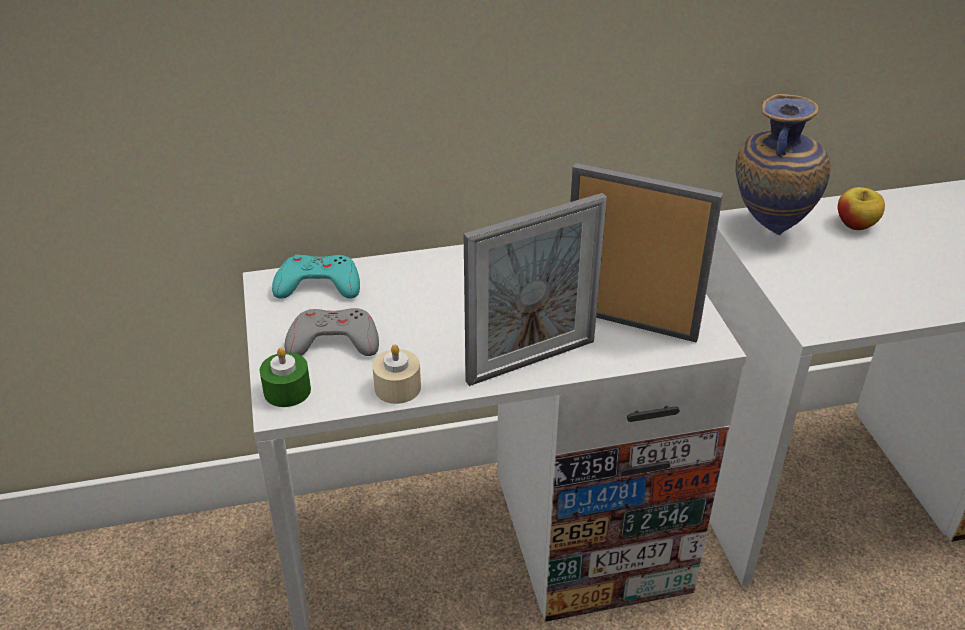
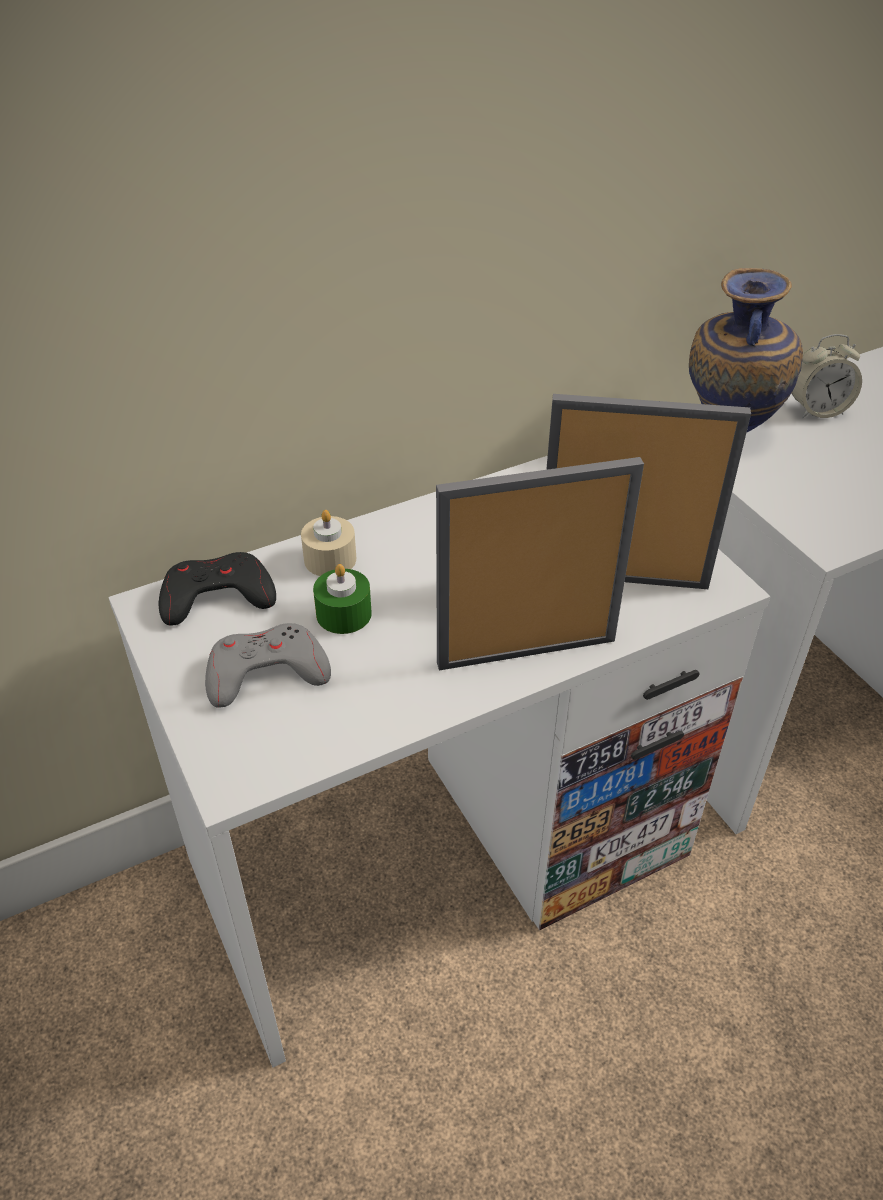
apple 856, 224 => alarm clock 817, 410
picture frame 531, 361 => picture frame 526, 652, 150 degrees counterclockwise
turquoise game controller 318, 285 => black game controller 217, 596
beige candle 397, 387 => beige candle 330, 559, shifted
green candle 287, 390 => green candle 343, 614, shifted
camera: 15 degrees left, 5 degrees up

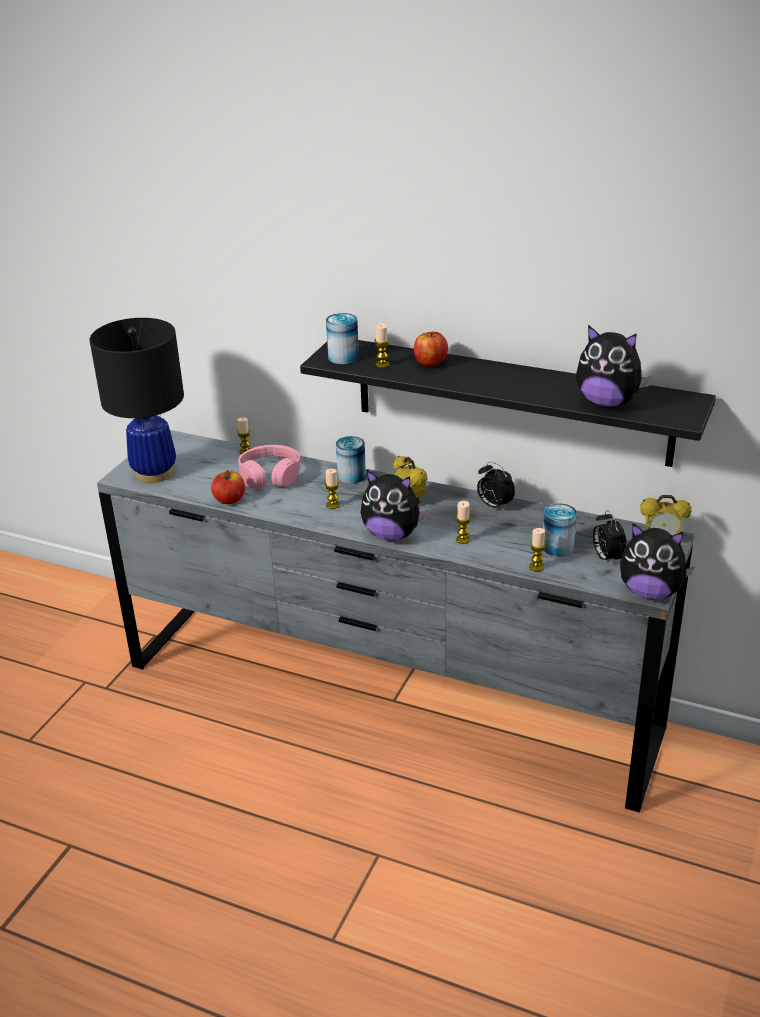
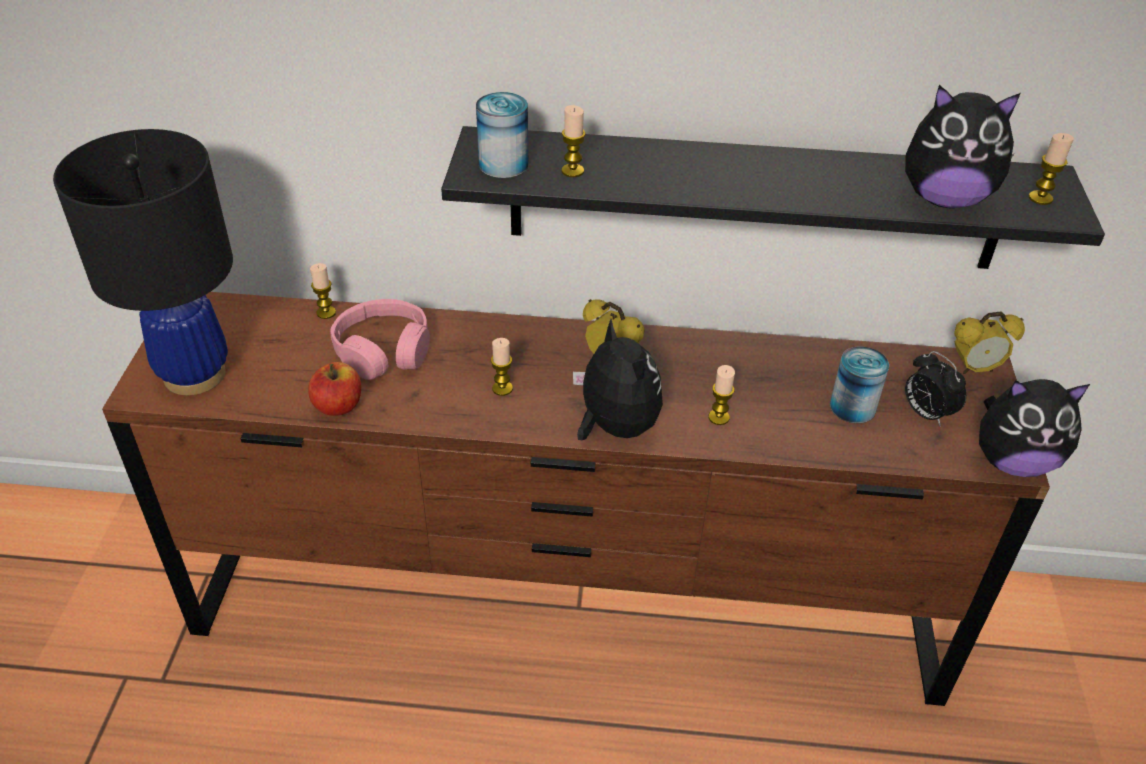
apple 430, 363 => nothing
grey dresser 386, 697 => brown dresser 567, 604
can 351, 476 => nothing
alarm clock 494, 505 => nothing
plush toy 392, 534 => plush toy 614, 427, 120 degrees counterclockwise
candle 536, 567 => candle 1040, 198, shifted
camera: 20 degrees left, 10 degrees up

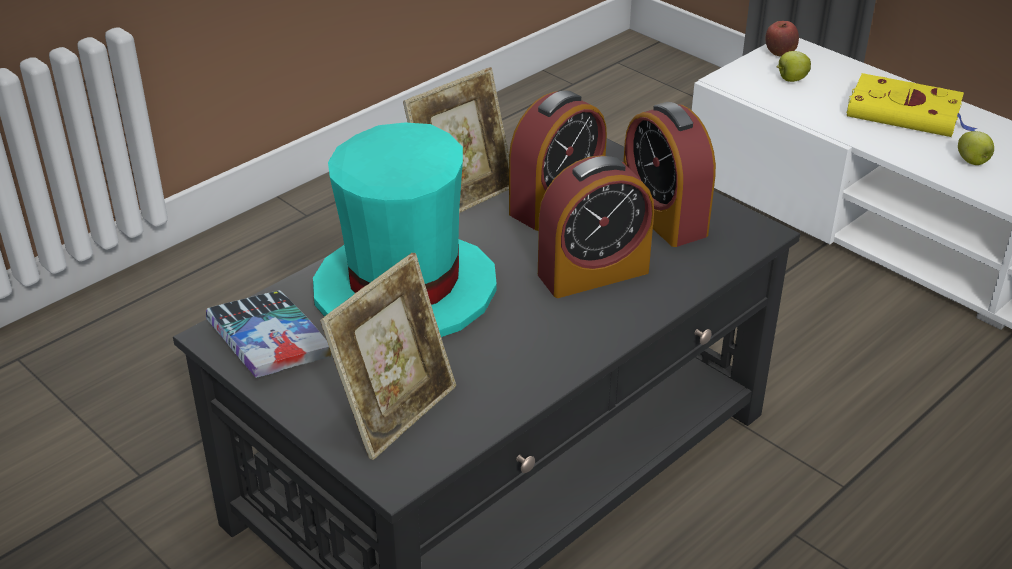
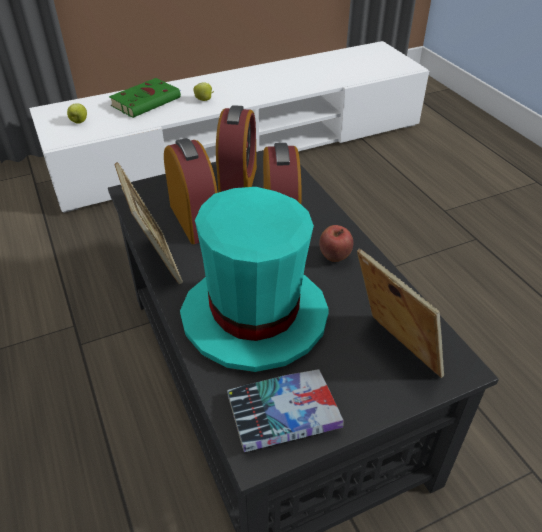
apple 779, 54 => apple 334, 257, shifted
yellow book 907, 113 => green book 147, 101
alarm clock 663, 216 => alarm clock 238, 183, 75 degrees counterclockwise
camera: 70 degrees left, 5 degrees up

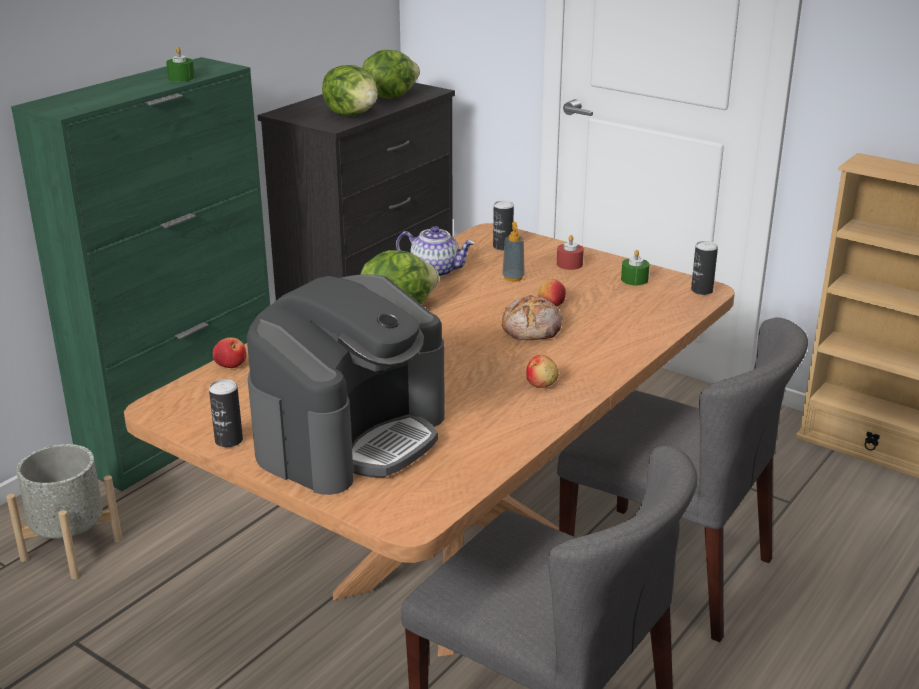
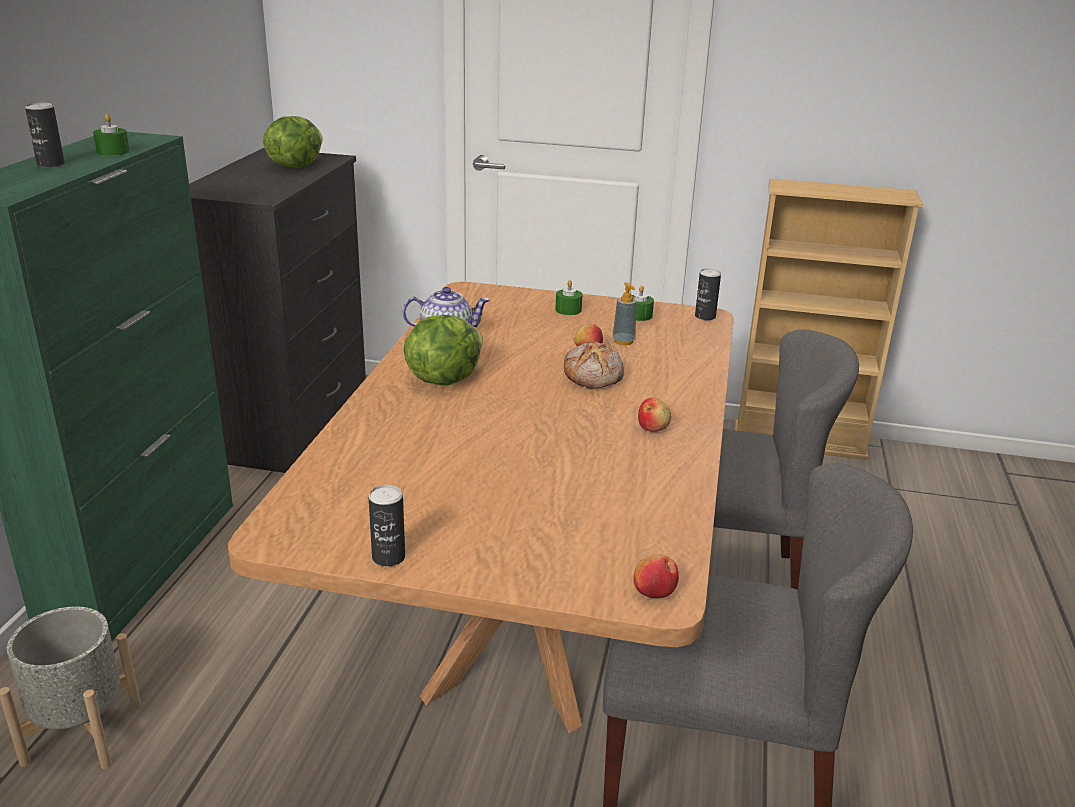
lettuce 352, 114 => nothing
can 502, 247 => can 51, 164, shifted
soap dispenser 513, 278 => soap dispenser 623, 341, shifted
red candle 569, 264 => green candle 568, 310
coffee machine 351, 435 => nothing
apple 231, 364 => apple 654, 591, shifted
camera: 25 degrees left, 0 degrees up

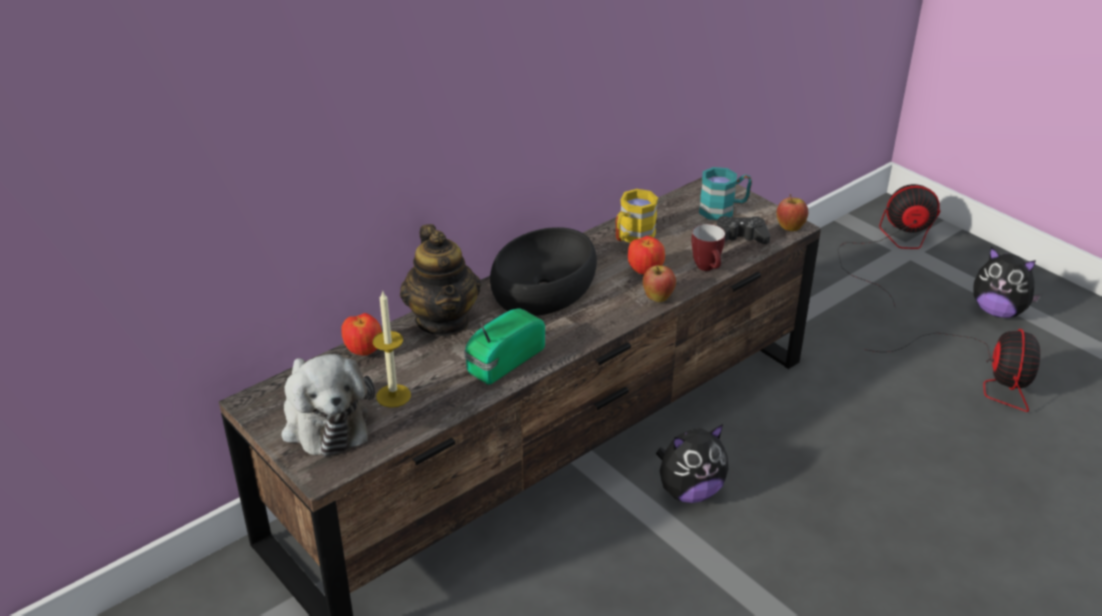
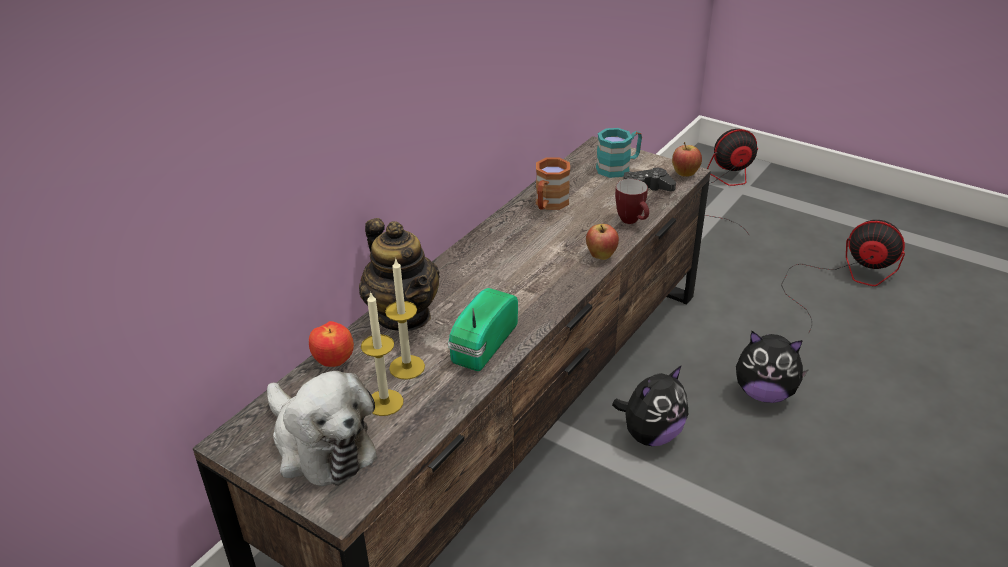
yellow mug 632, 237 => brown mug 549, 204
black bowl 544, 287 => nothing
apple 645, 271 => nothing
plush toy 998, 311 => plush toy 764, 393, shifted
fan 980, 375 => fan 844, 280, 60 degrees counterclockwise
nothing => candle 407, 367
camera: 15 degrees left, 0 degrees up

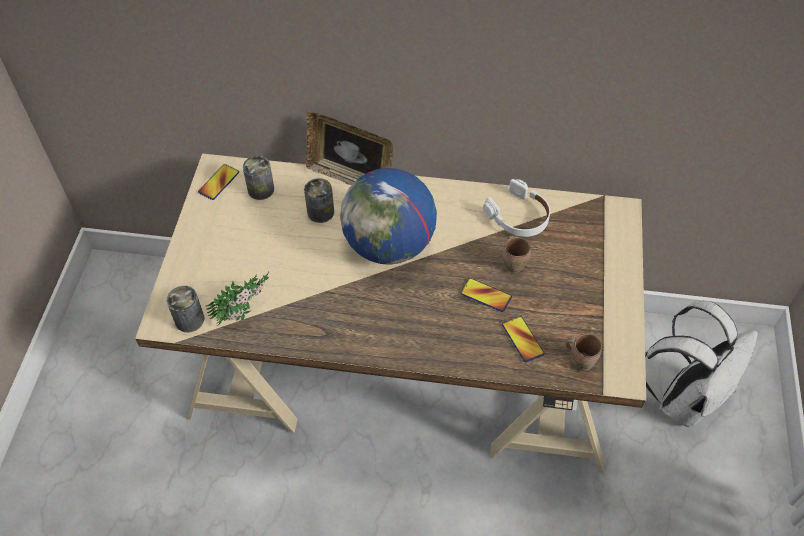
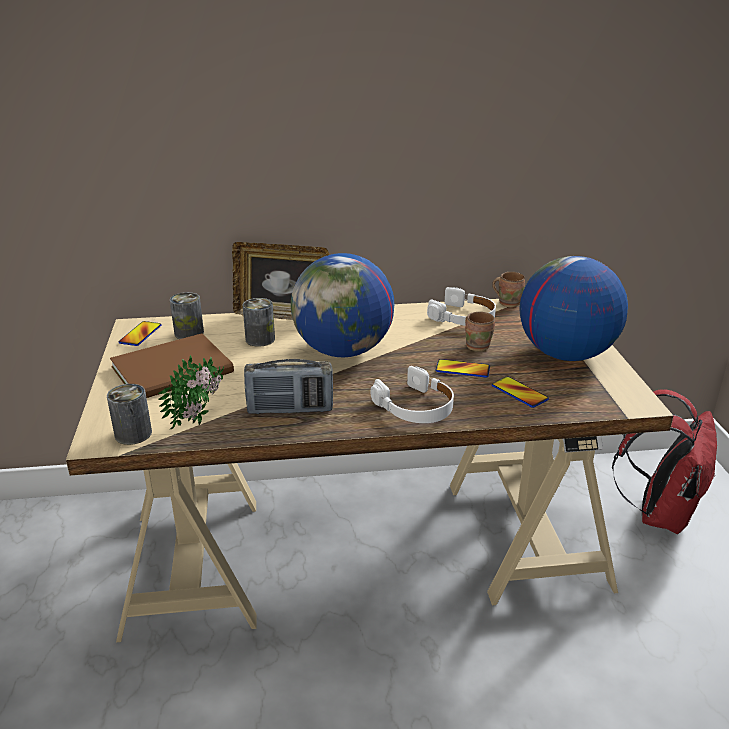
white backpack 684, 397 => red backpack 659, 513
brown mug 580, 360 => brown mug 508, 302, shifted
nothing => globe 565, 354
nothing => brown book 176, 370
nothing => radio 290, 409
nothing => white headphones 415, 407
camera: 15 degrees left, 25 degrees down

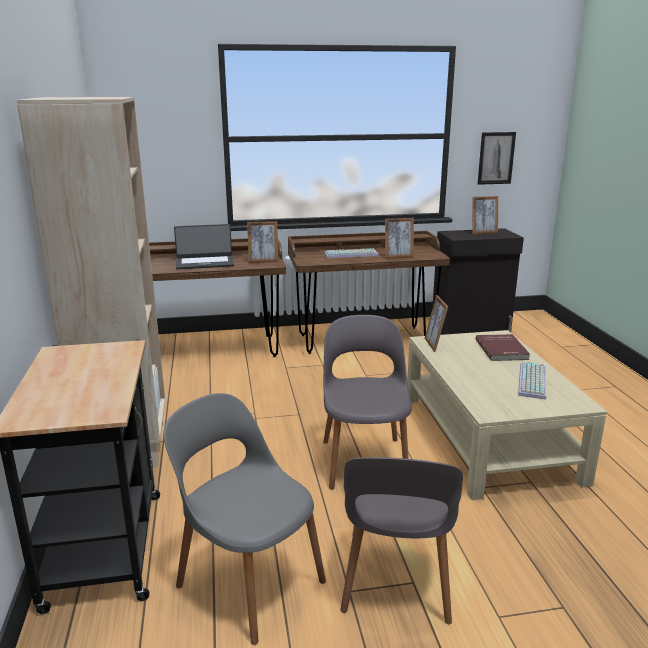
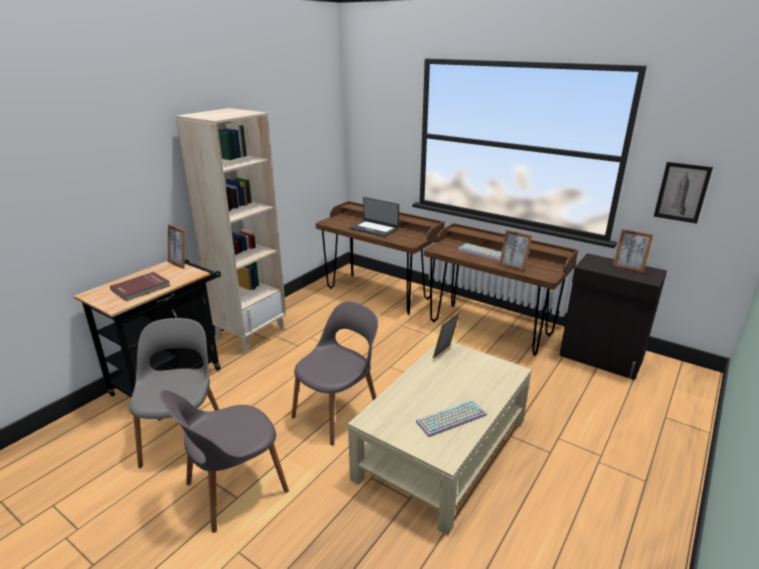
picture frame 263, 261 => picture frame 179, 264, shifted
red book 502, 349 => red book 141, 288, shifted
camera: 45 degrees right, 5 degrees up

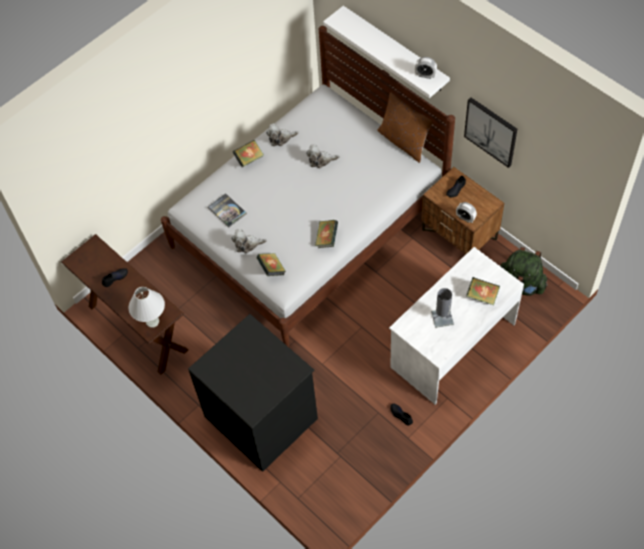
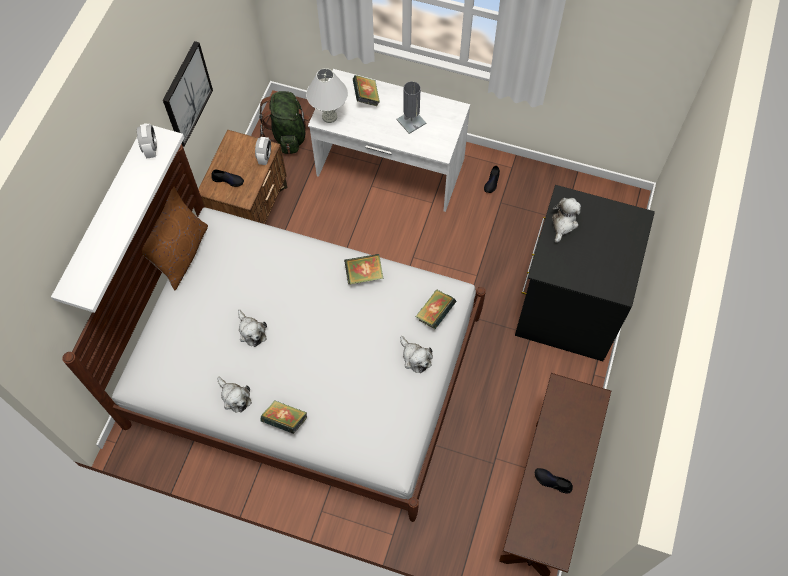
book 227, 210 => nothing
white table lamp 152, 321 => white table lamp 329, 117, shifted
nothing => plush toy 563, 224
camera: 120 degrees left, 5 degrees up

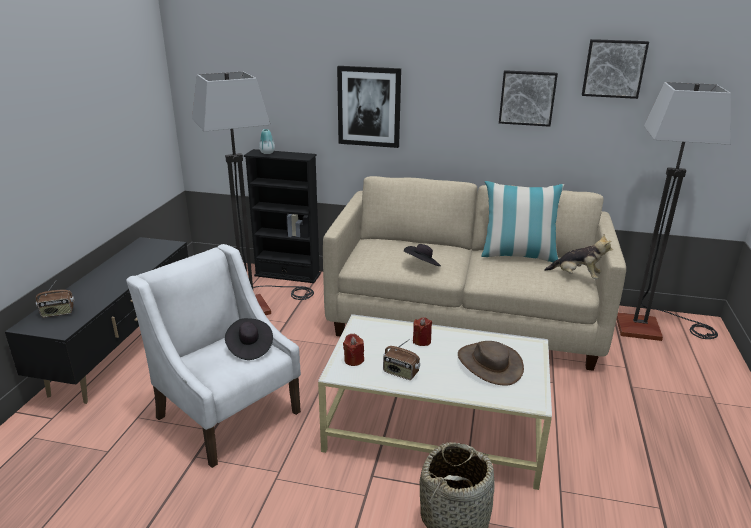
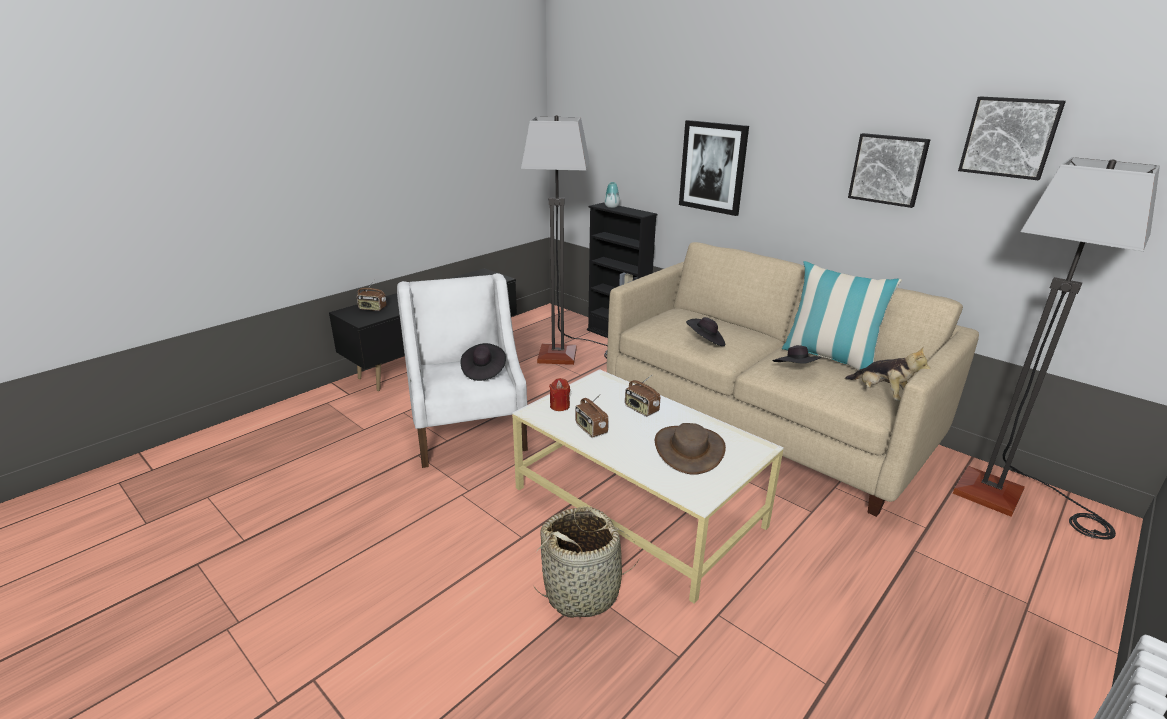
red candle 421, 341 => radio 641, 409
nothing => black hat 795, 370
camera: 30 degrees right, 0 degrees up

